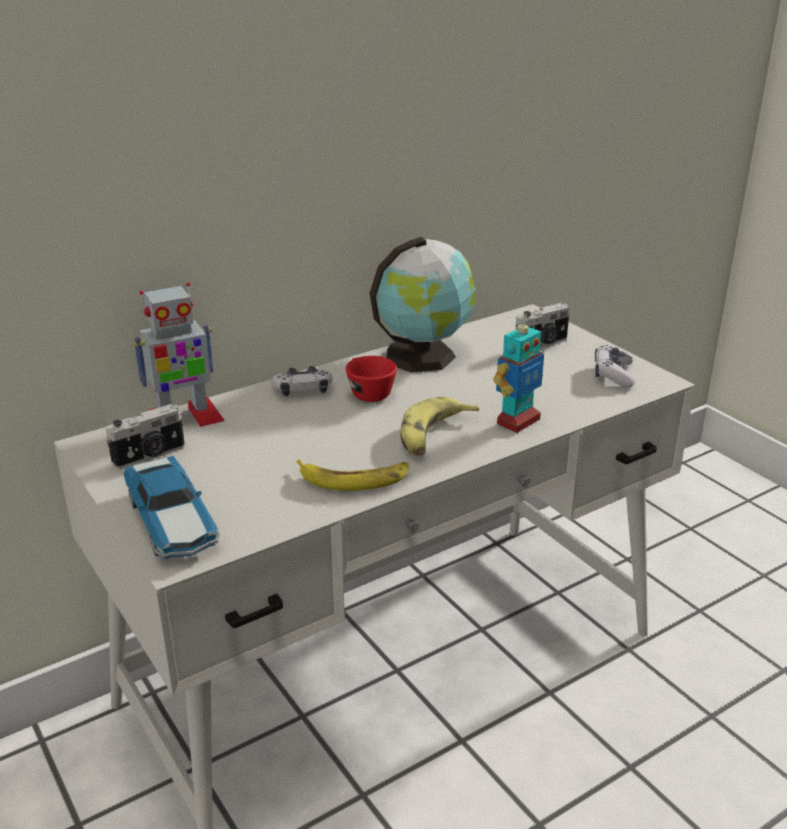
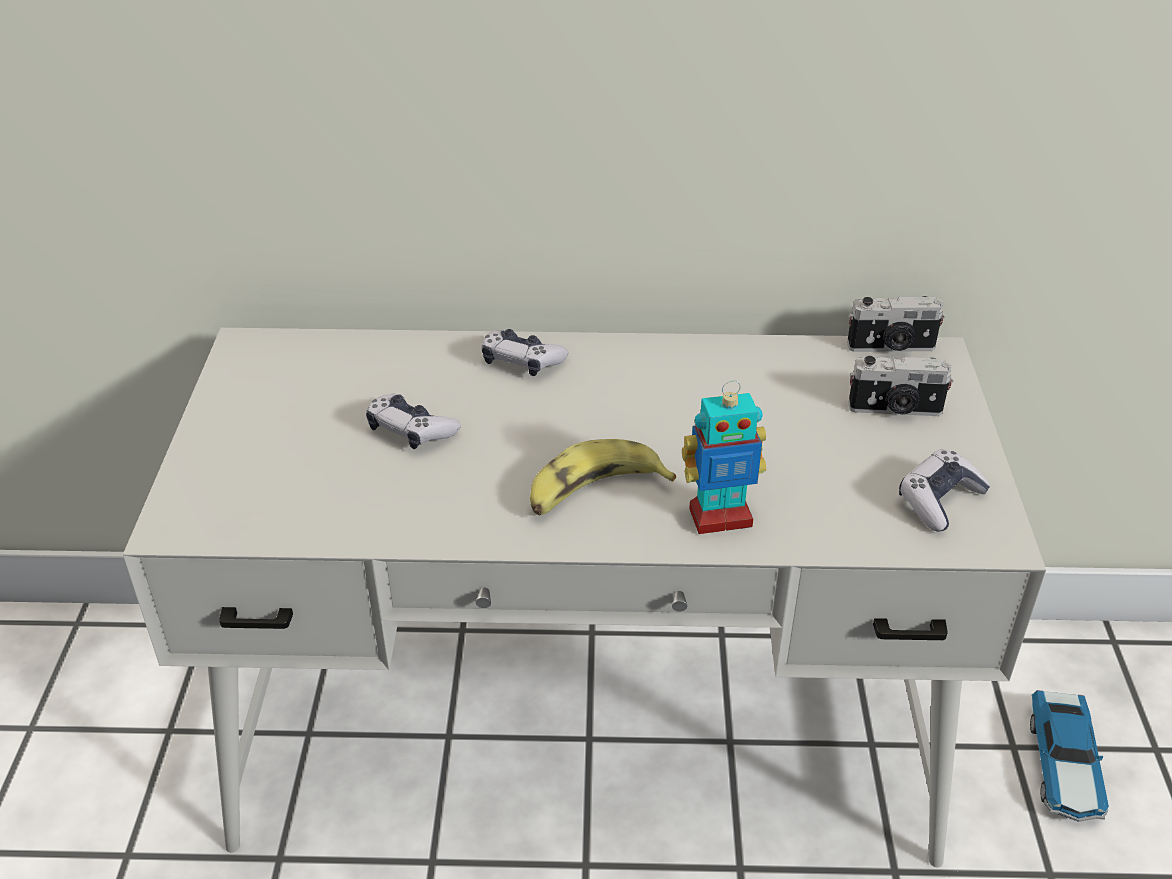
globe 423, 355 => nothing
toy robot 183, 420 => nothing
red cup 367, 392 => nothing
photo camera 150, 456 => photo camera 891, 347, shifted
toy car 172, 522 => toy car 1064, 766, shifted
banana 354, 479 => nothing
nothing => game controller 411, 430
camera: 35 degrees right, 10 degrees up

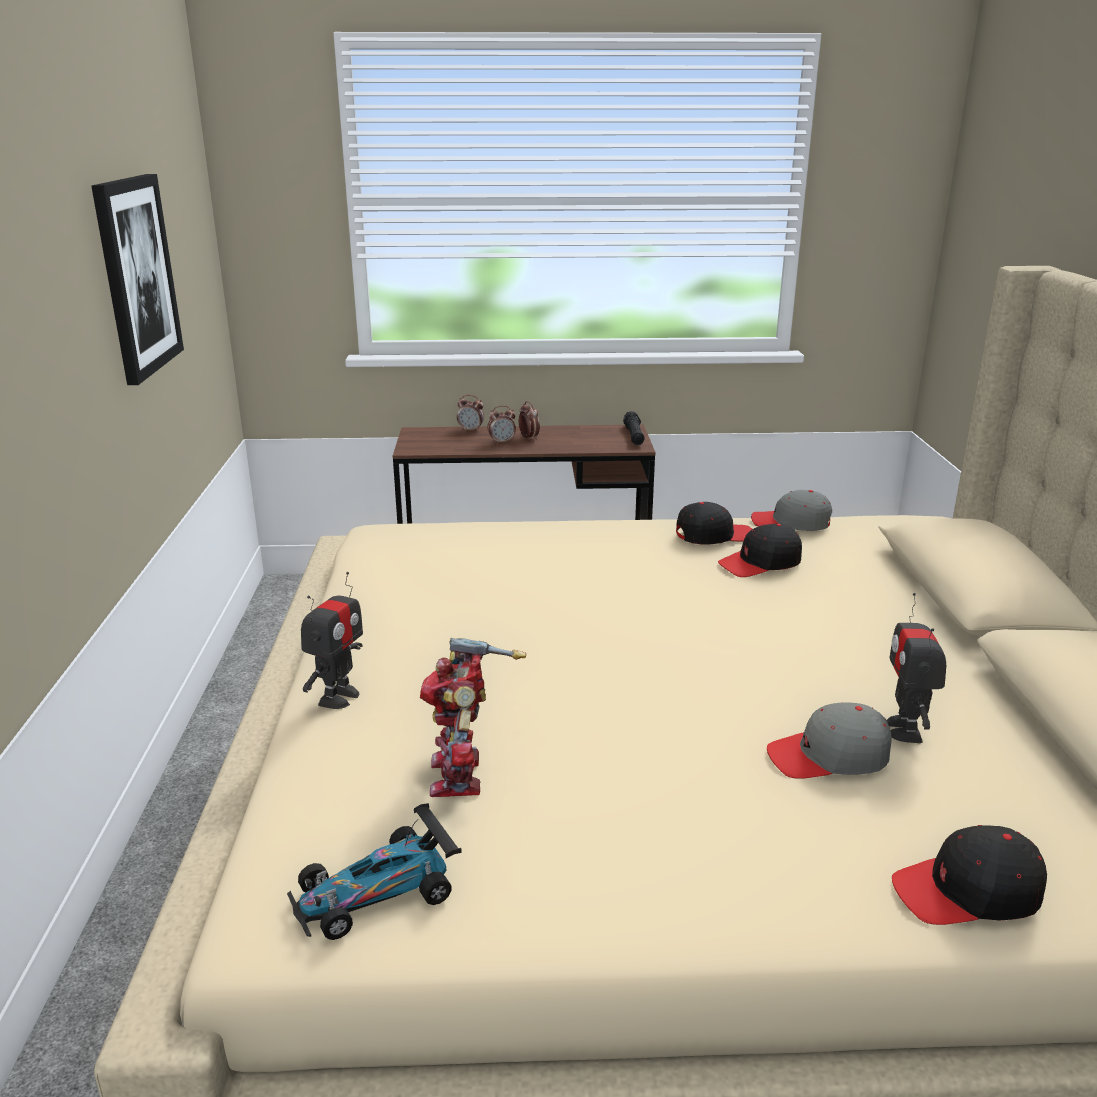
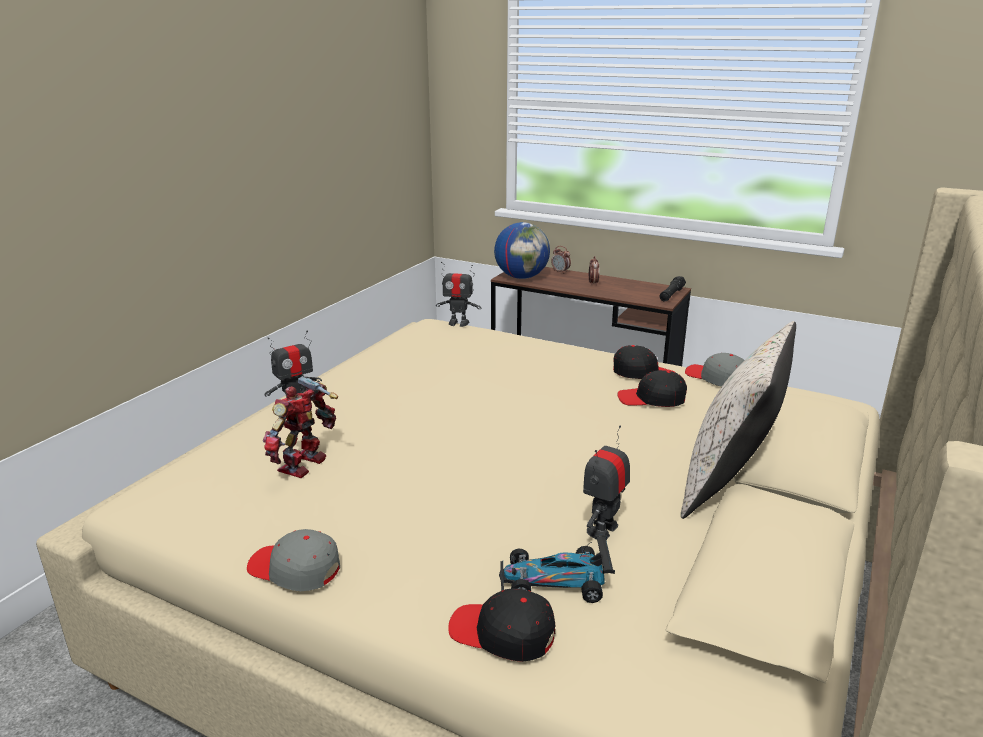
picture 137, 276 => nothing
alarm clock 502, 442 => nothing
grey cap 829, 757 => grey cap 295, 569, shifted
toy car 377, 892 => toy car 556, 581, shifted
nothing => globe 521, 277
nothing => toy robot 458, 323
nothing => beige pillow 730, 481
camera: 30 degrees right, 0 degrees up

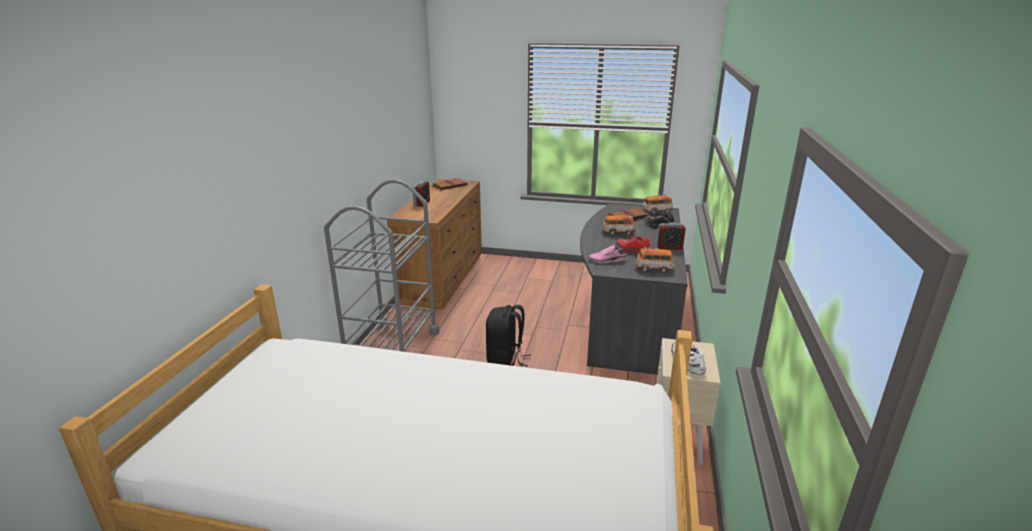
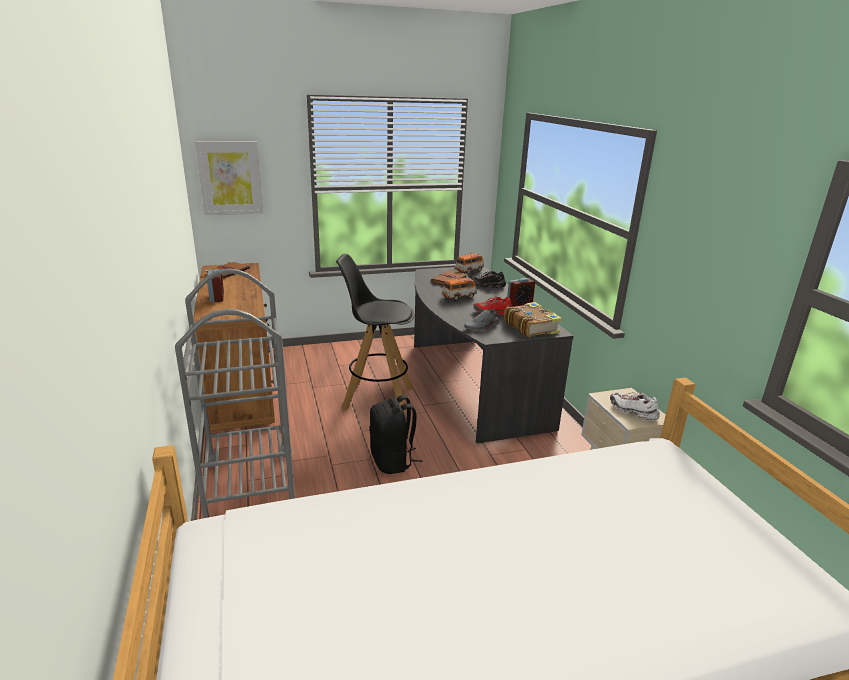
pink shoe 607, 261 => grey shoe 482, 327
toy car 654, 269 => book 531, 327
nothing => picture 230, 178
nothing => black stool 377, 398
camera: 30 degrees left, 0 degrees up

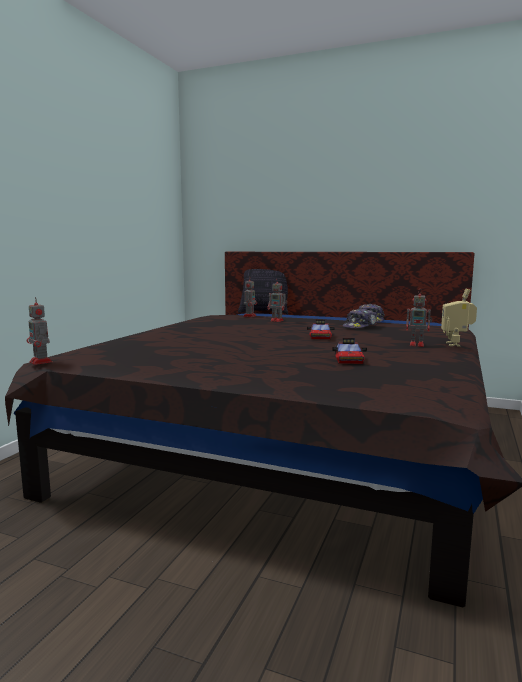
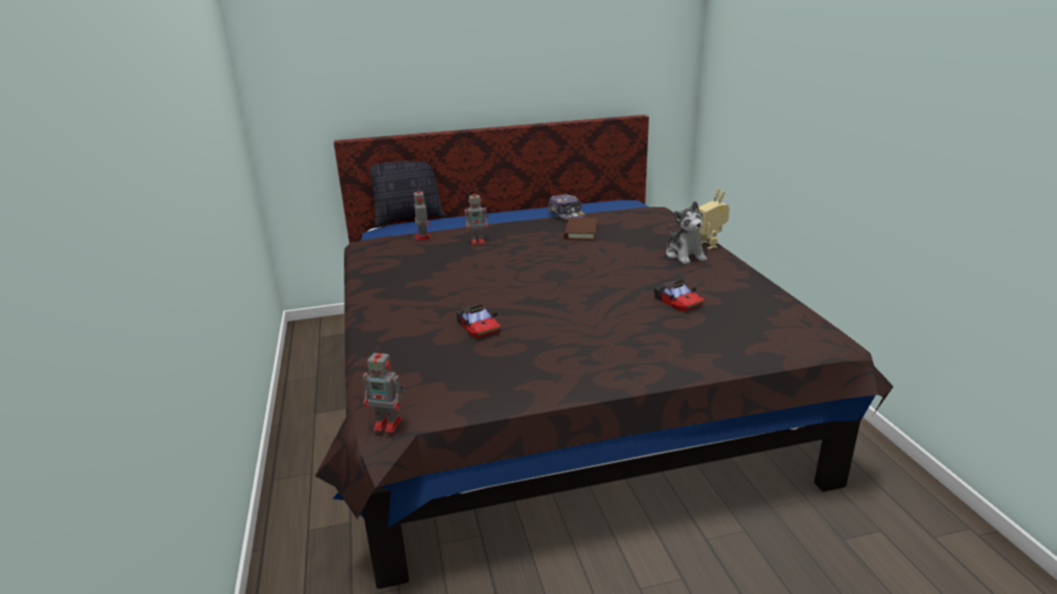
toy robot 417, 345 => plush toy 685, 255
cap 360, 326 => brown book 581, 231
toy car 320, 336 => toy car 478, 327, shifted
camera: 35 degrees left, 15 degrees up

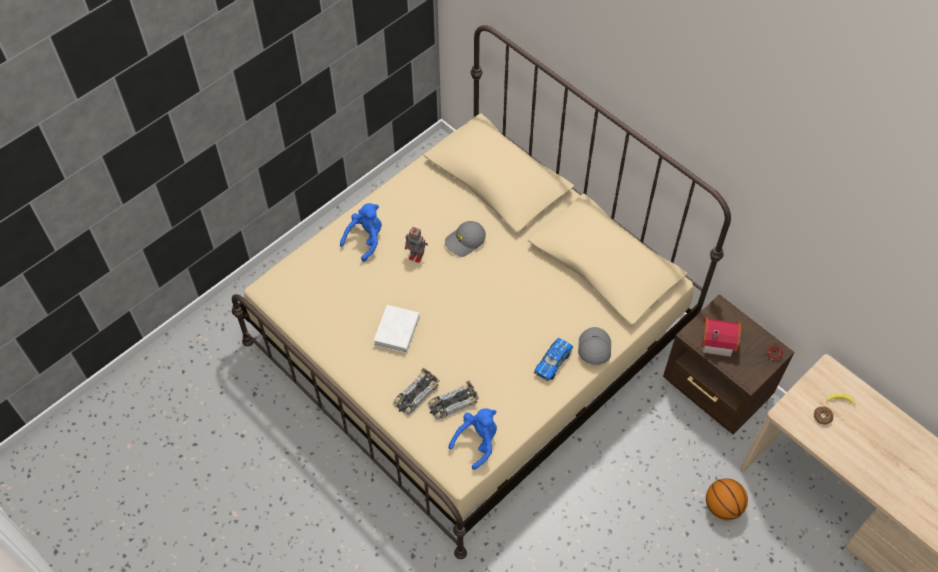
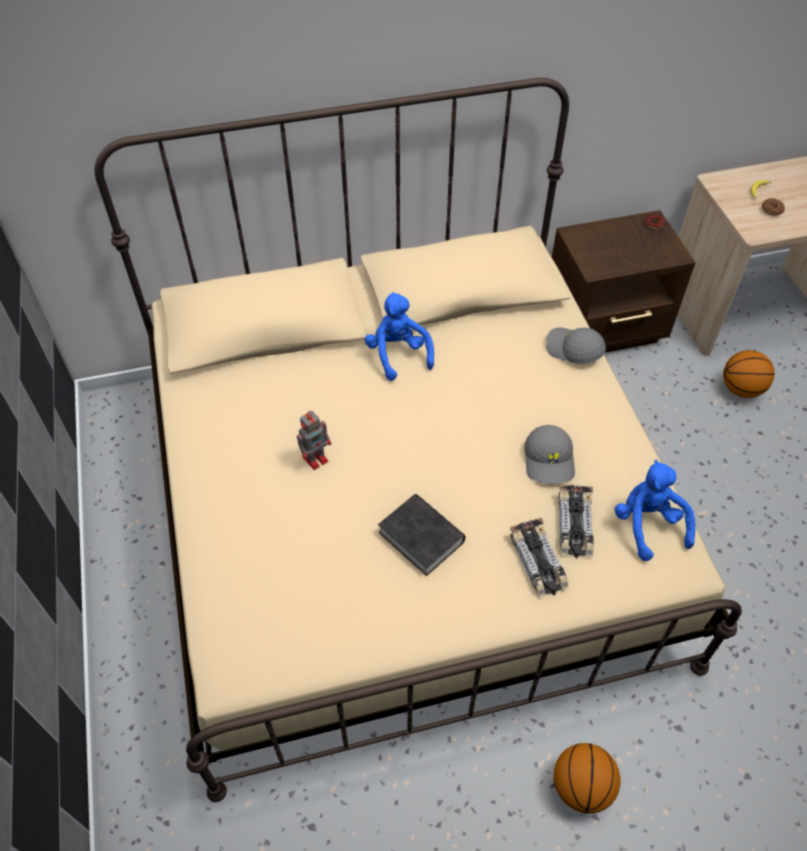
blue plush toy 365, 239 => blue plush toy 398, 354, shifted
grey cap 465, 242 => grey cap 550, 461, shifted
white book 397, 331 => black book 421, 537
toy house 716, 340 => nothing
toy car 553, 362 => nothing
nothing => basketball 581, 787
camera: 60 degrees left, 5 degrees down

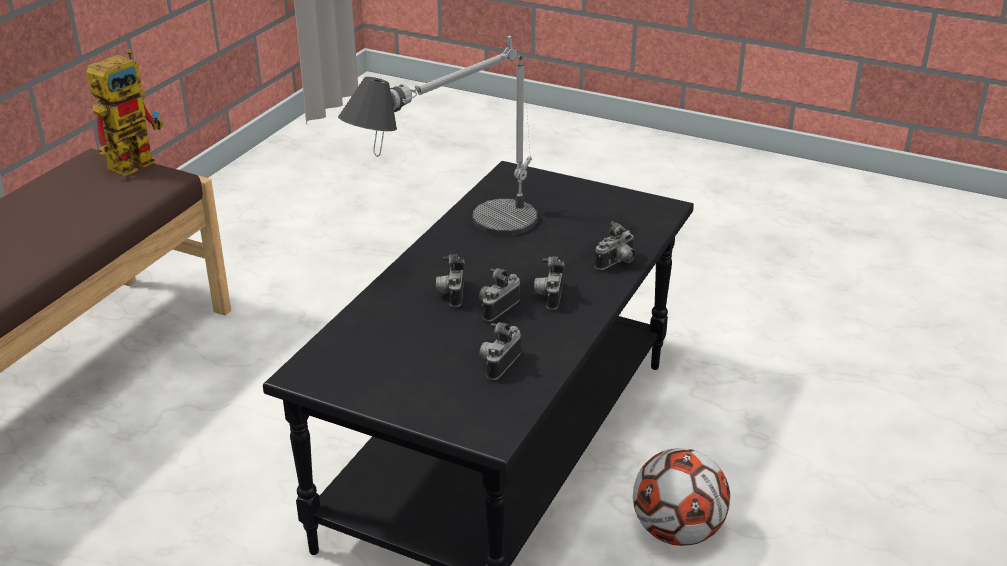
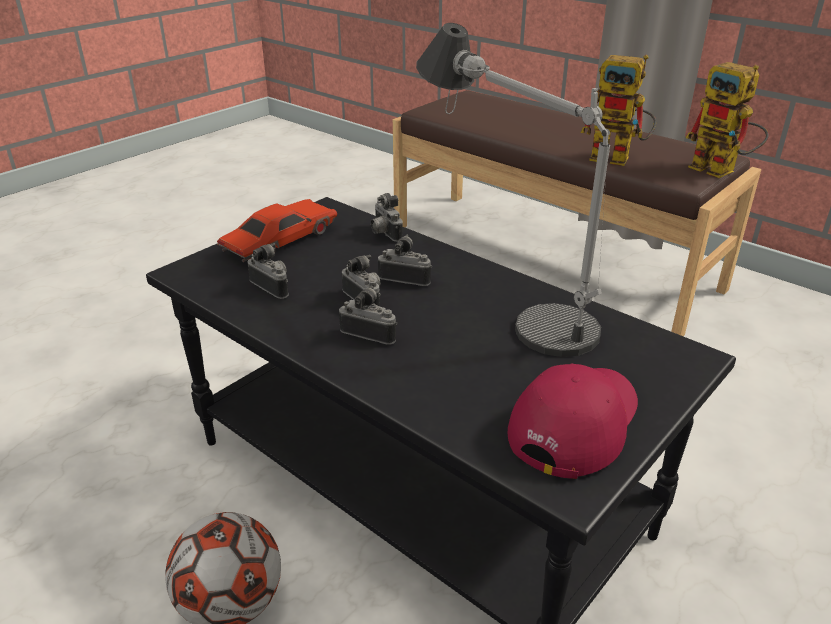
photo camera 617, 263 => photo camera 384, 234, shifted
nothing => toy robot 618, 159
nothing => red toy car 280, 241
nothing => red cap 574, 422
camera: 105 degrees right, 0 degrees up

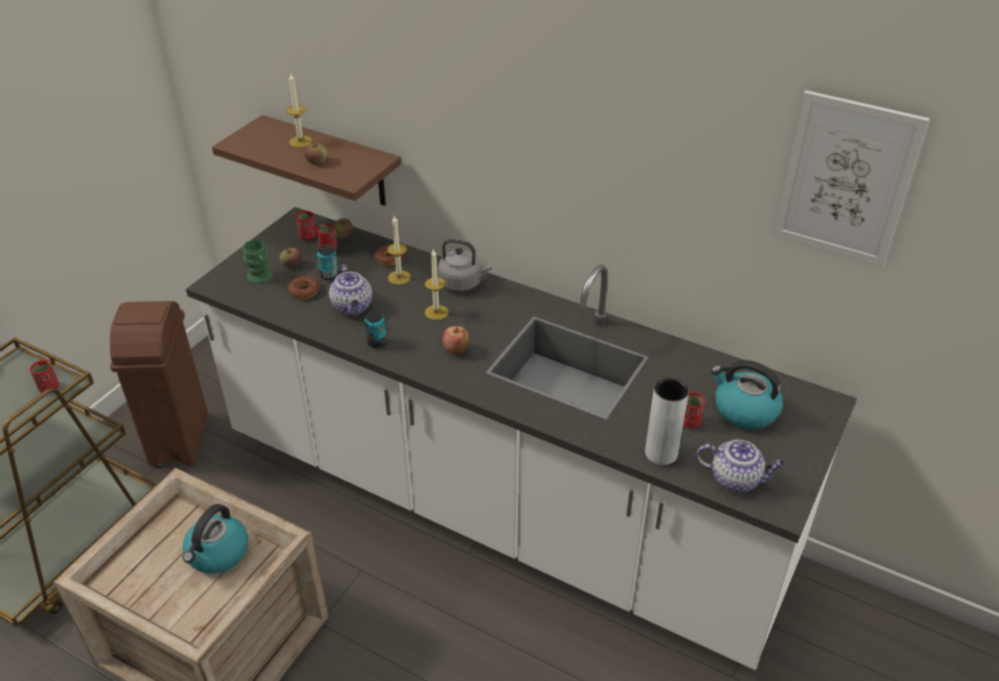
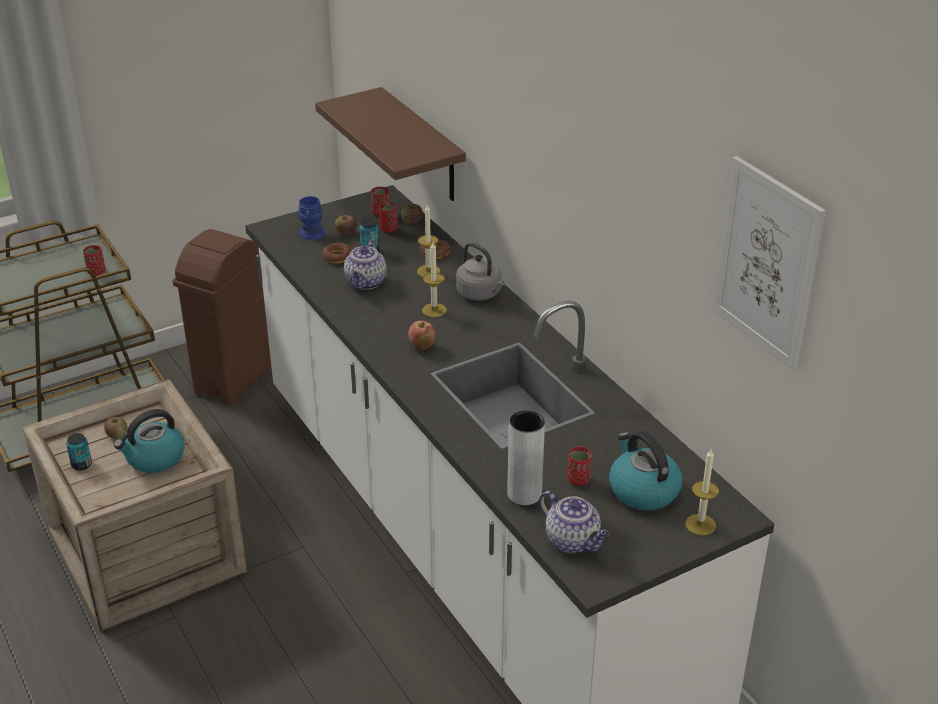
candle 300, 141 => candle 700, 524, shifted
apple 317, 161 => apple 117, 435, shifted
green mug 261, 278 => blue mug 311, 236
can 377, 342 => can 81, 465, shifted
camera: 30 degrees right, 5 degrees down

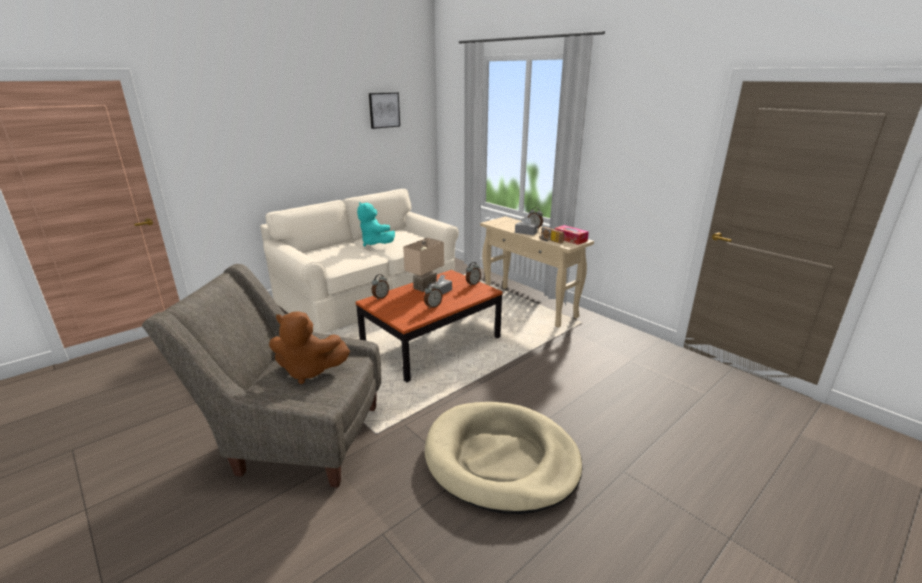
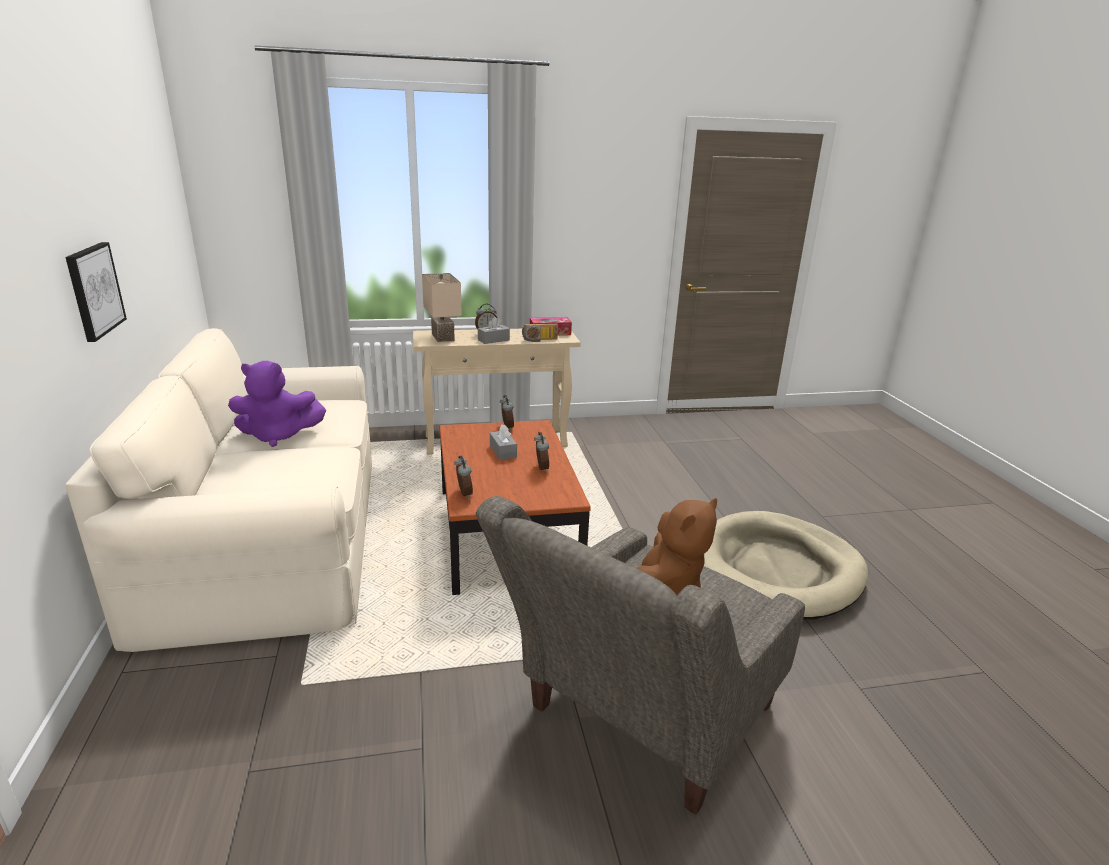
picture 384, 110 => picture 94, 290, shifted
turquoise plush toy 375, 243 => purple plush toy 278, 436
beige table lamp 425, 287 => beige table lamp 444, 337, shifted
camera: 60 degrees left, 0 degrees up

